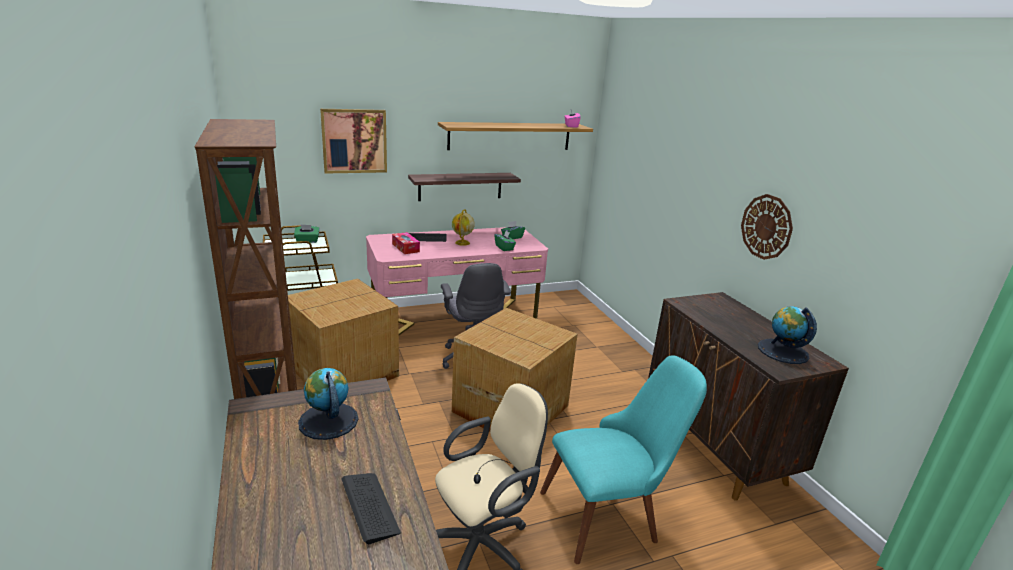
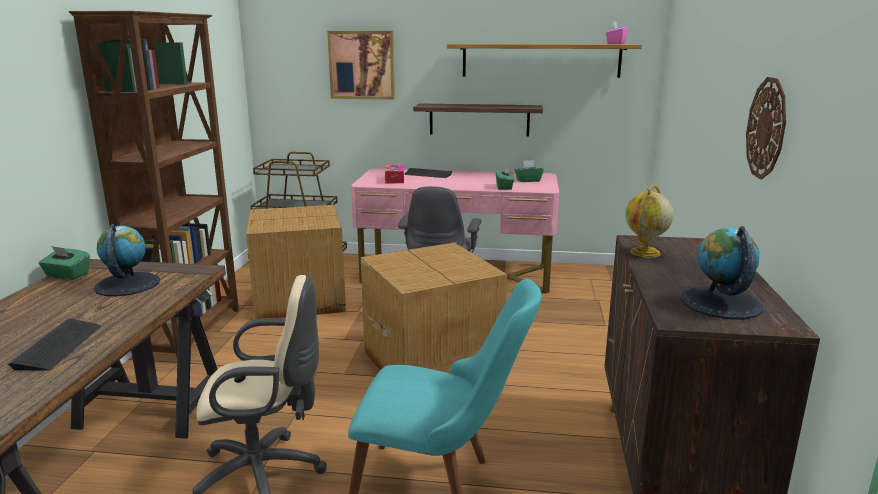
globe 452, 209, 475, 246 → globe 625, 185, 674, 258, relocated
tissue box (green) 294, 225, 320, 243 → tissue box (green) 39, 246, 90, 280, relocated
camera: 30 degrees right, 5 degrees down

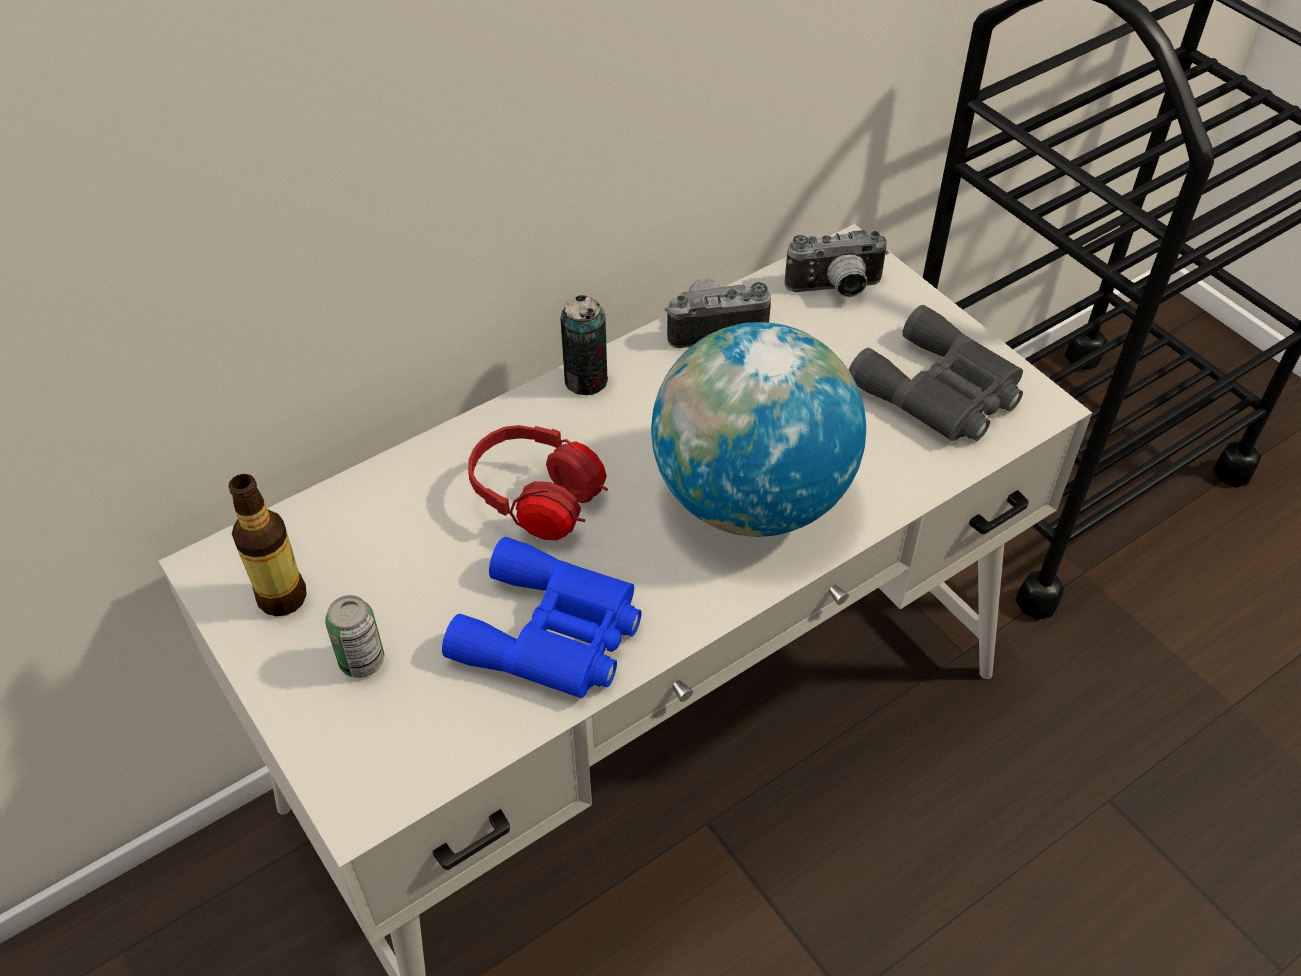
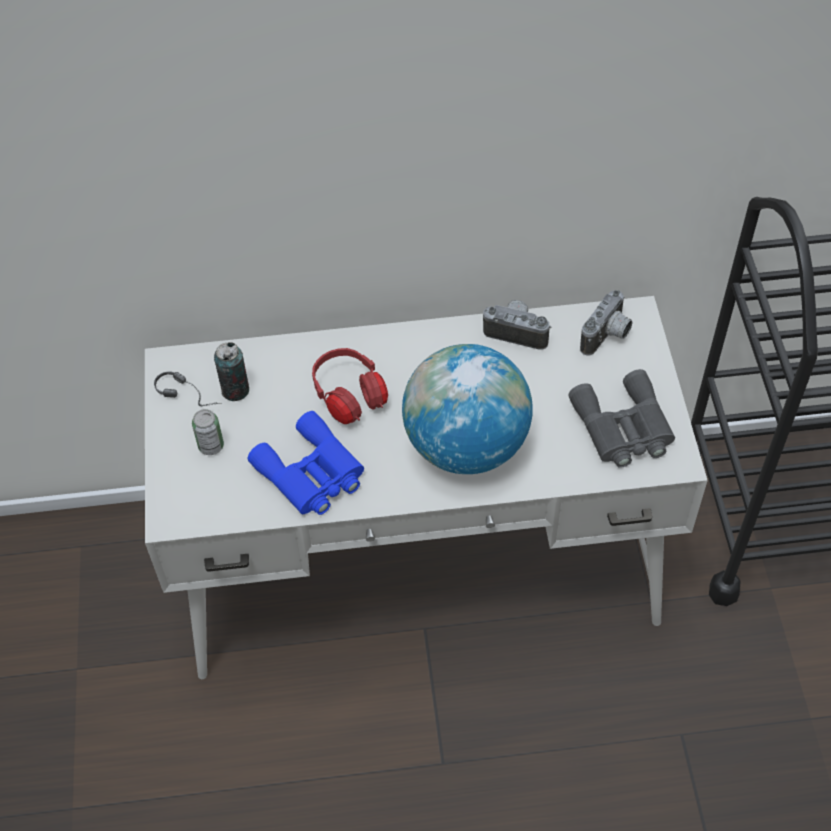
photo camera 784, 230, 889, 298 → photo camera 580, 290, 632, 355, 75 degrees counterclockwise
can 560, 295, 608, 395 → can 214, 342, 249, 401, relocated
bottle 228, 474, 307, 616 → headphones 154, 371, 220, 406
camera: 30 degrees right, 5 degrees up

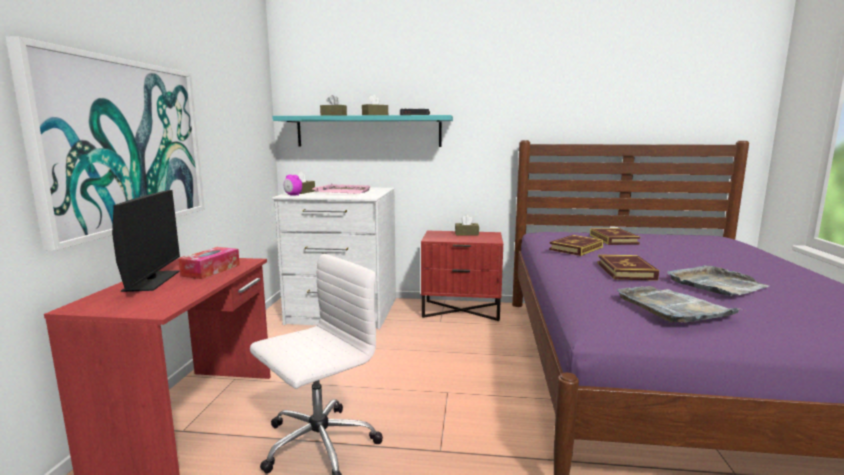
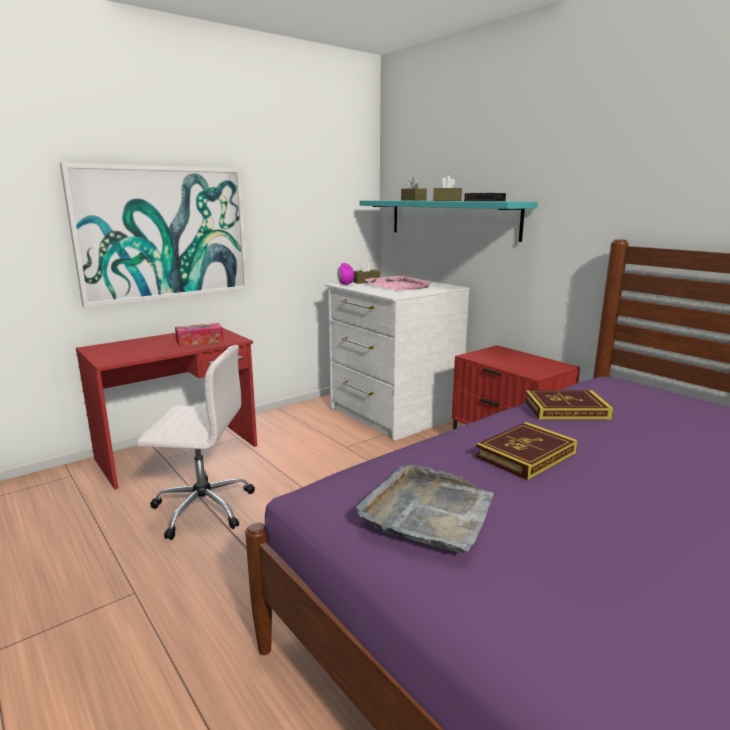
monitor 112, 190, 180, 292 → -
tissue box (brown) 455, 215, 479, 236 → -
book 590, 228, 640, 245 → -
tray (grey) 668, 265, 769, 296 → -
camera: 45 degrees right, 5 degrees up

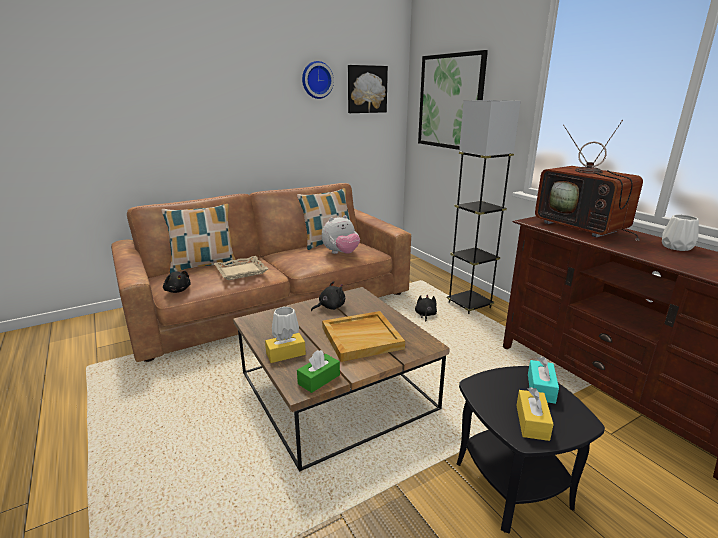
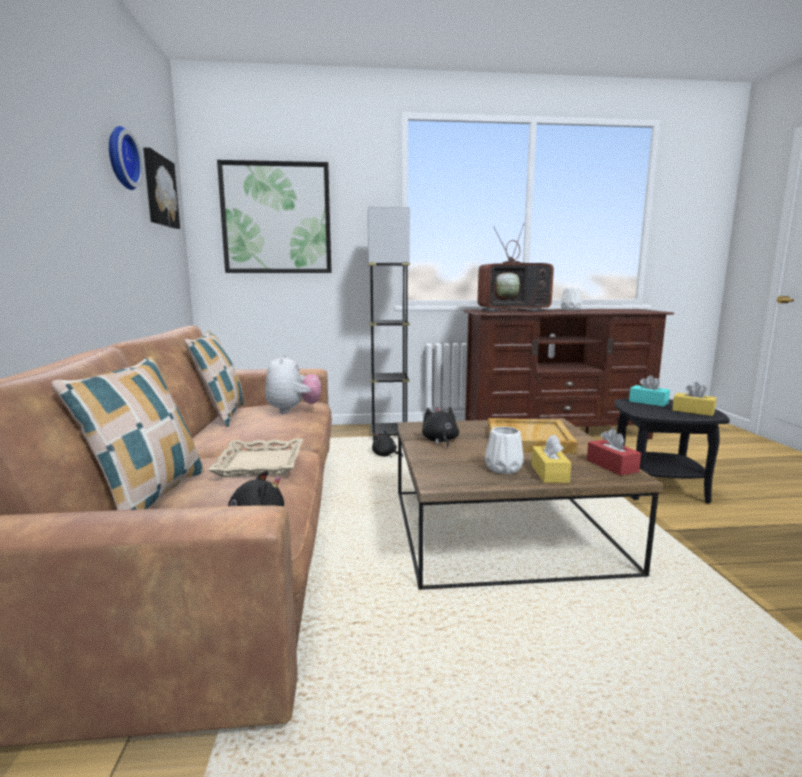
tissue box (green) 297, 350, 340, 393 → tissue box (red) 587, 428, 641, 476
camera: 65 degrees left, 10 degrees down

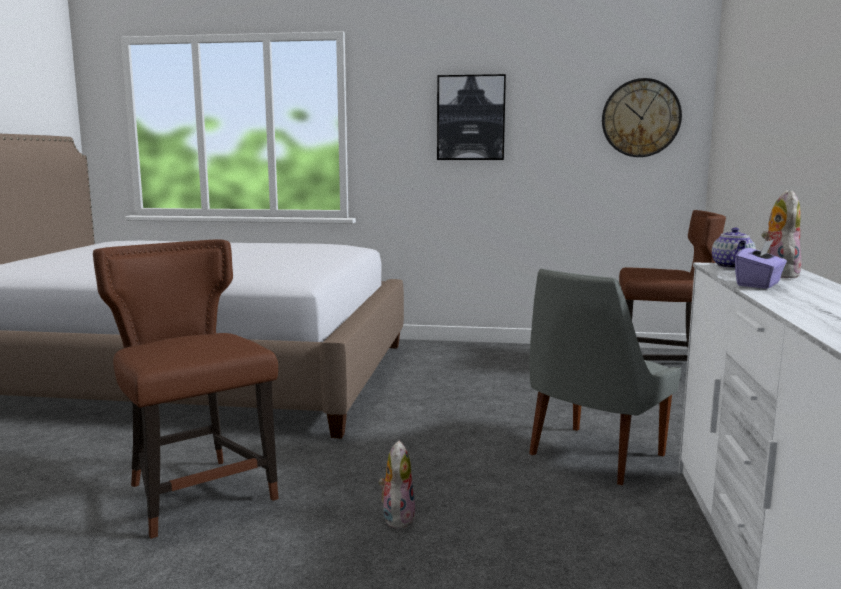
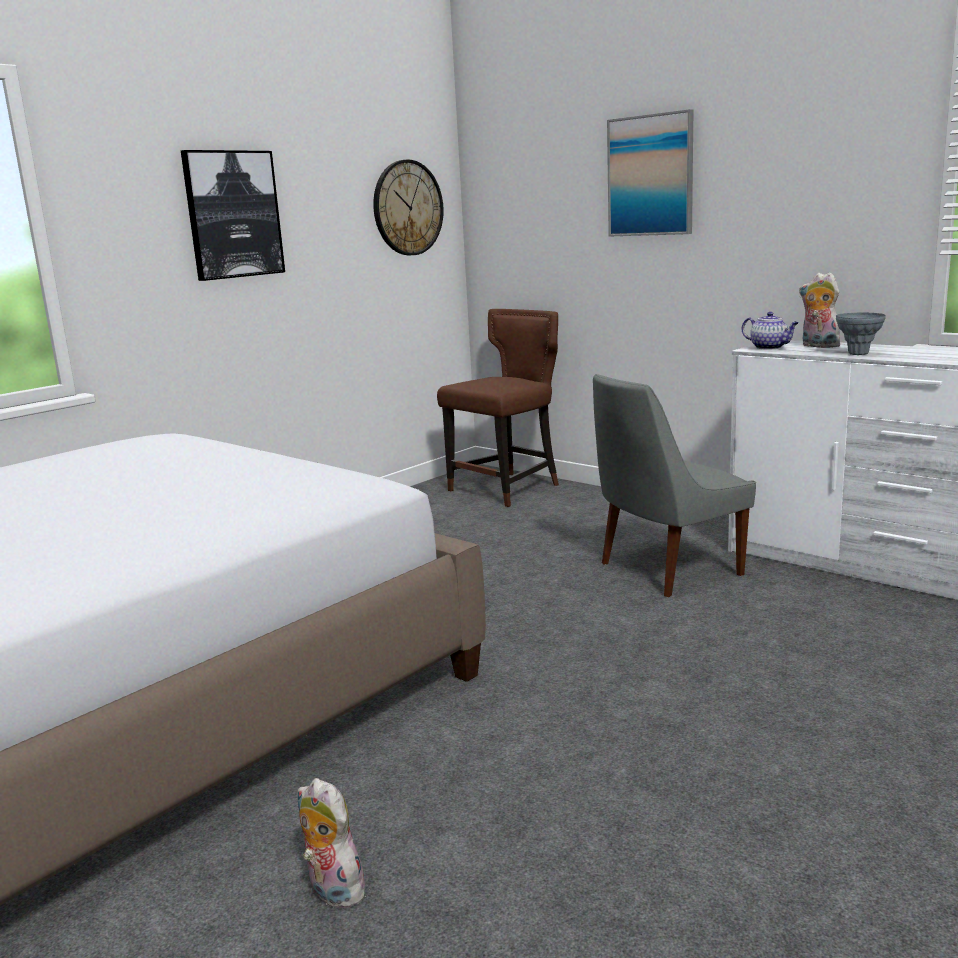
tissue box (purple) 735, 239, 787, 289 → vase (grey) 836, 313, 886, 355
chair (brown) 93, 240, 279, 539 → -
chair (grey) 529, 269, 681, 485 → chair (grey) 593, 374, 756, 597, 75 degrees clockwise
plush toy 378, 440, 415, 529 → plush toy 298, 778, 366, 909, relocated
- → picture 607, 109, 693, 237
camera: 55 degrees left, 5 degrees up

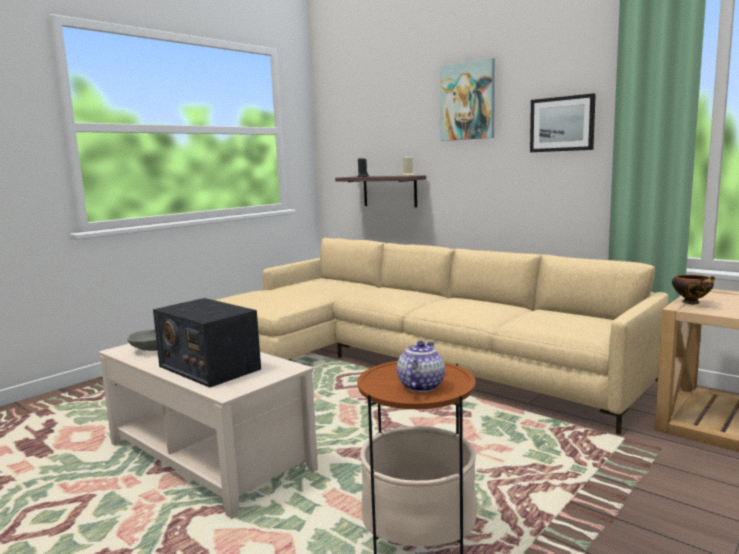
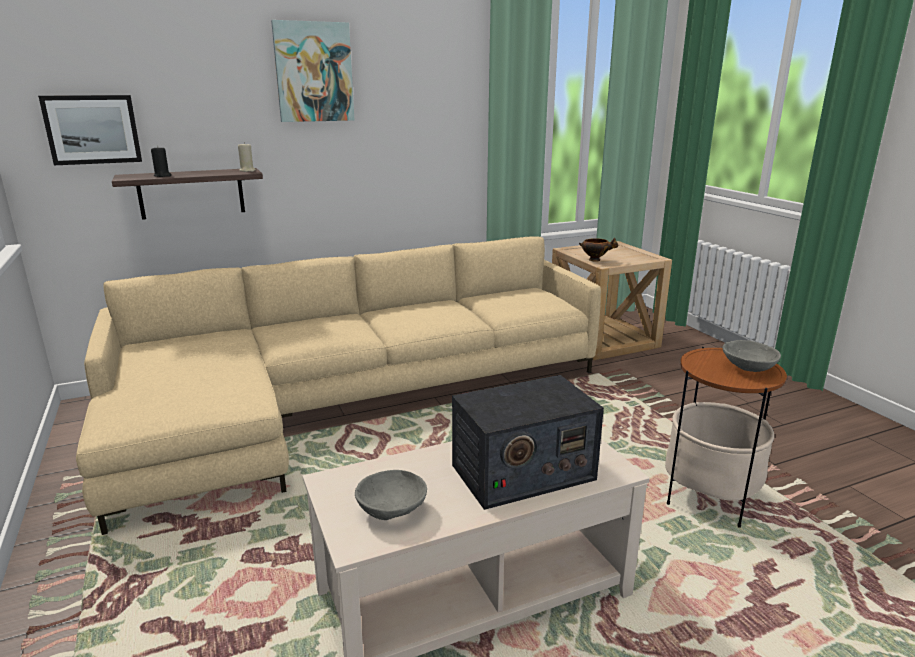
picture 530, 93, 596, 152 → picture 38, 95, 142, 165, relocated
teapot 397, 341, 445, 392 → bowl (grey) 722, 340, 781, 372
camera: 65 degrees left, 10 degrees up

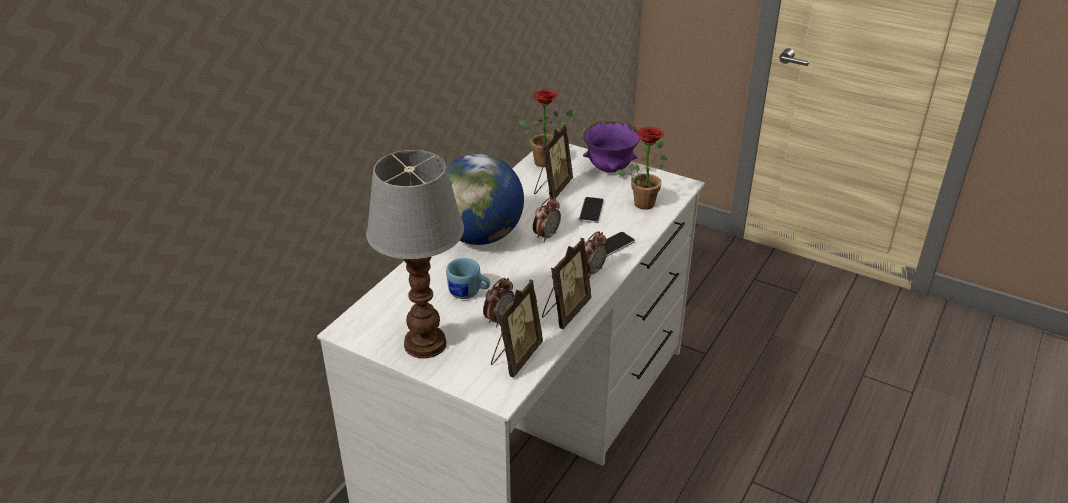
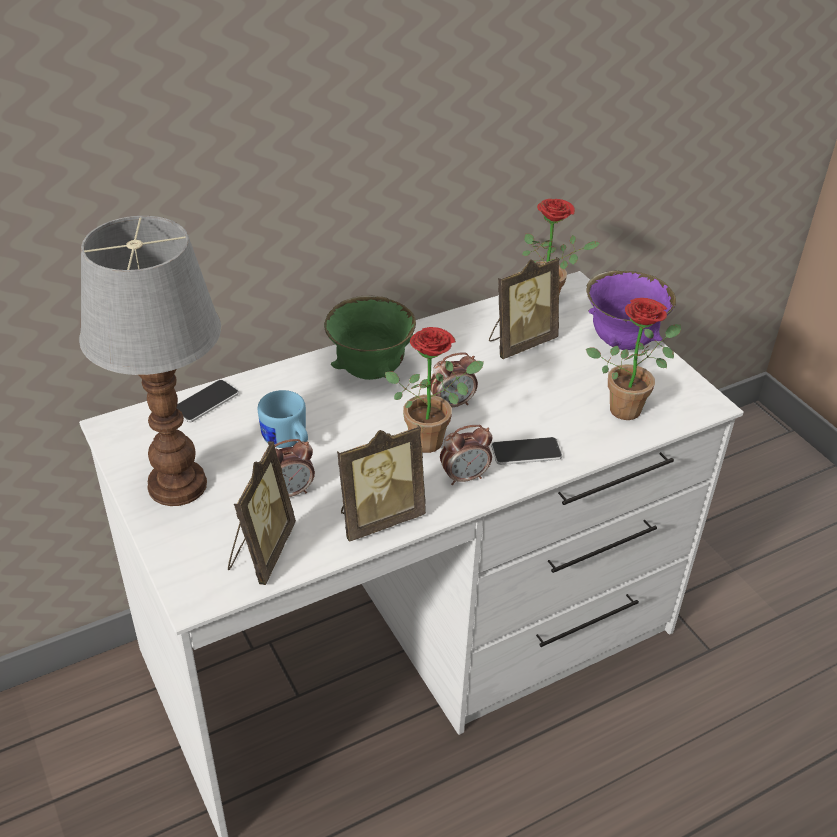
globe 447, 154, 524, 245 → bowl (green) 324, 296, 416, 380
phone 579, 197, 604, 223 → phone 177, 380, 239, 423, relocated
picture frame 491, 280, 543, 377 → picture frame 228, 441, 296, 585, 45 degrees counterclockwise
- → potted plant 385, 327, 484, 453
camera: 30 degrees right, 5 degrees up

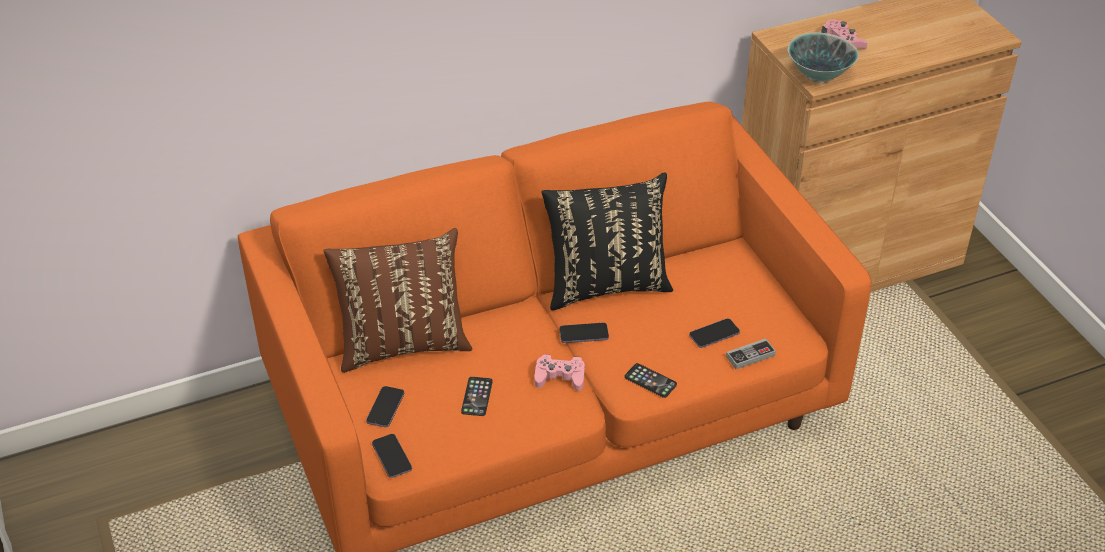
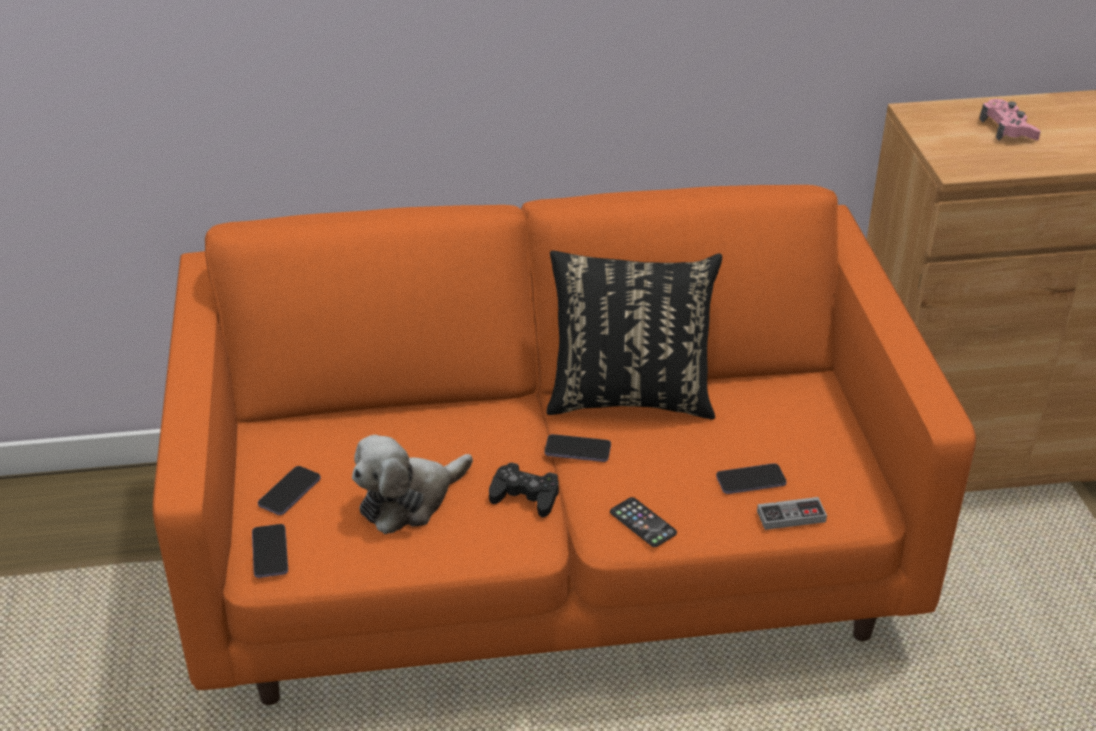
bowl 788, 33, 859, 83 → -
pillow (brown) 324, 228, 472, 373 → -
game controller (pink) 534, 354, 585, 391 → game controller (black) 489, 462, 559, 518
phone 461, 377, 493, 416 → plush toy 352, 435, 473, 534
camera: 15 degrees right, 5 degrees down

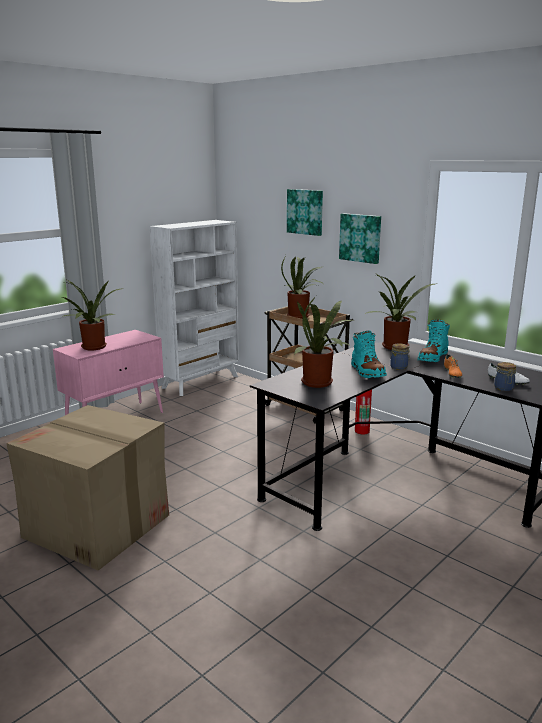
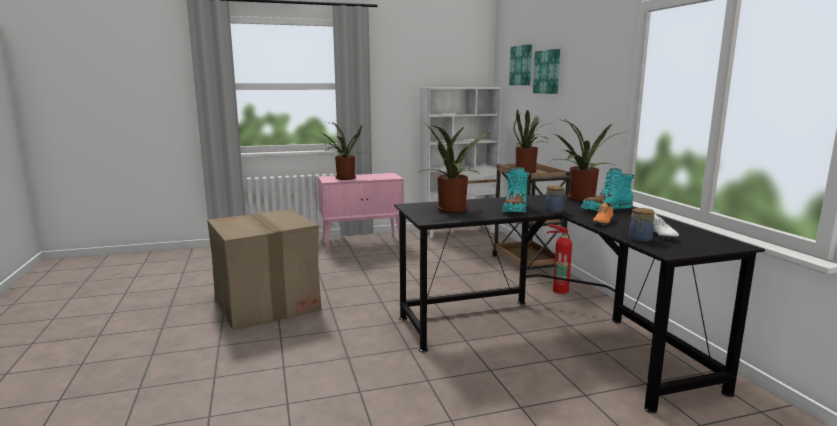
picture 339, 213, 381, 264 → picture 509, 44, 532, 85, relocated
camera: 30 degrees right, 5 degrees down

